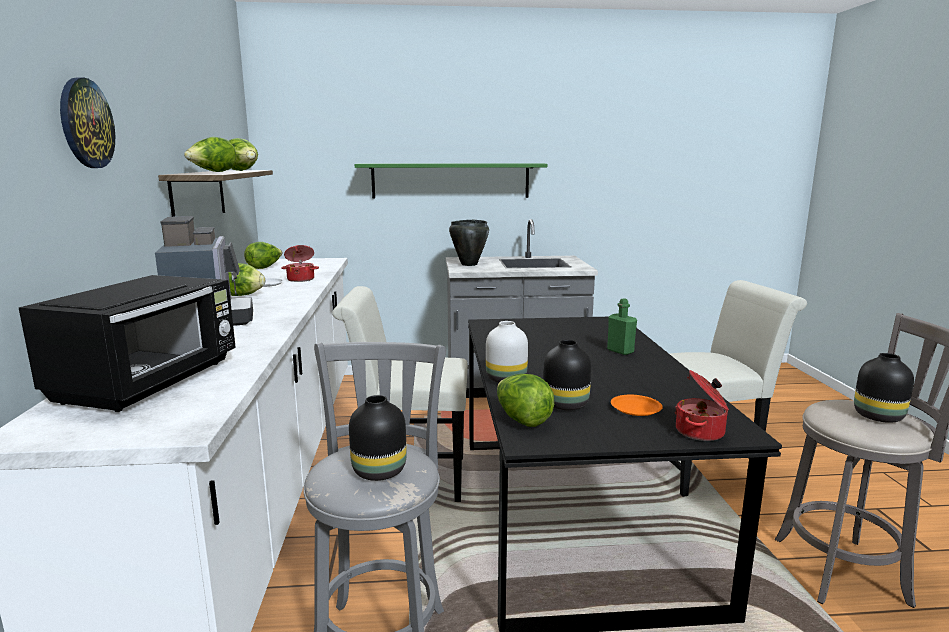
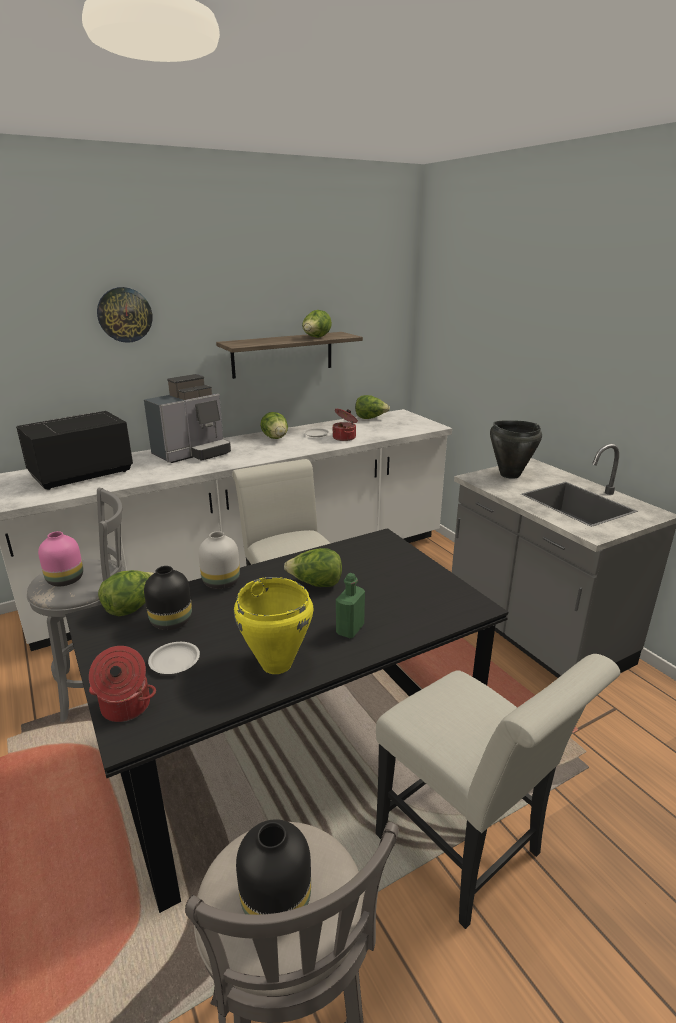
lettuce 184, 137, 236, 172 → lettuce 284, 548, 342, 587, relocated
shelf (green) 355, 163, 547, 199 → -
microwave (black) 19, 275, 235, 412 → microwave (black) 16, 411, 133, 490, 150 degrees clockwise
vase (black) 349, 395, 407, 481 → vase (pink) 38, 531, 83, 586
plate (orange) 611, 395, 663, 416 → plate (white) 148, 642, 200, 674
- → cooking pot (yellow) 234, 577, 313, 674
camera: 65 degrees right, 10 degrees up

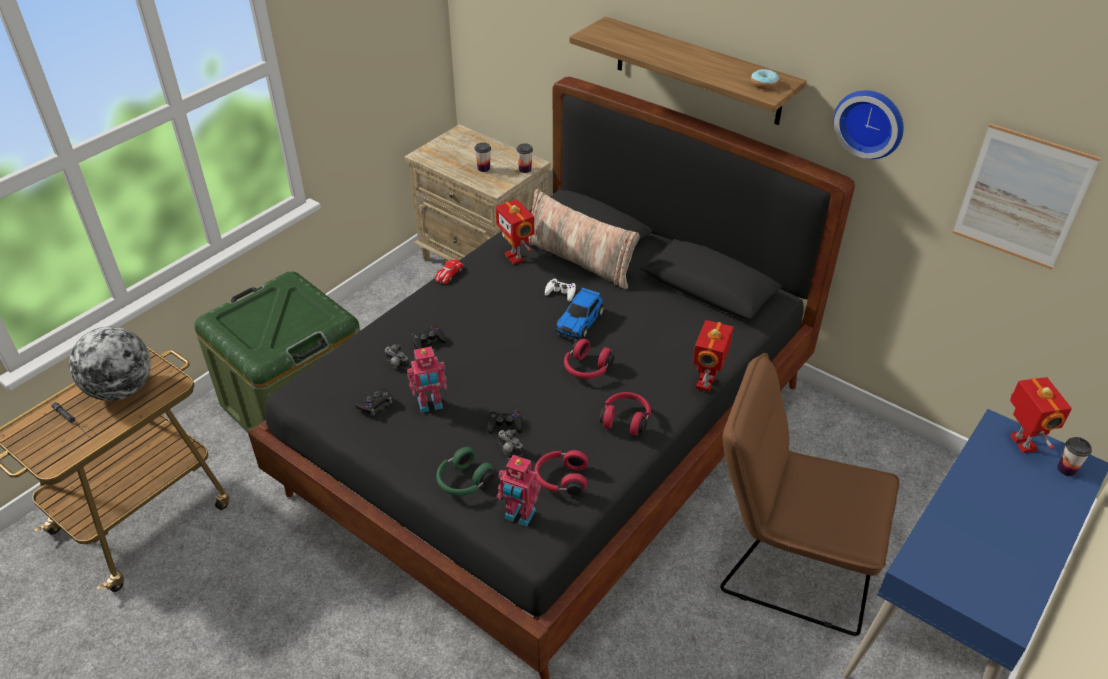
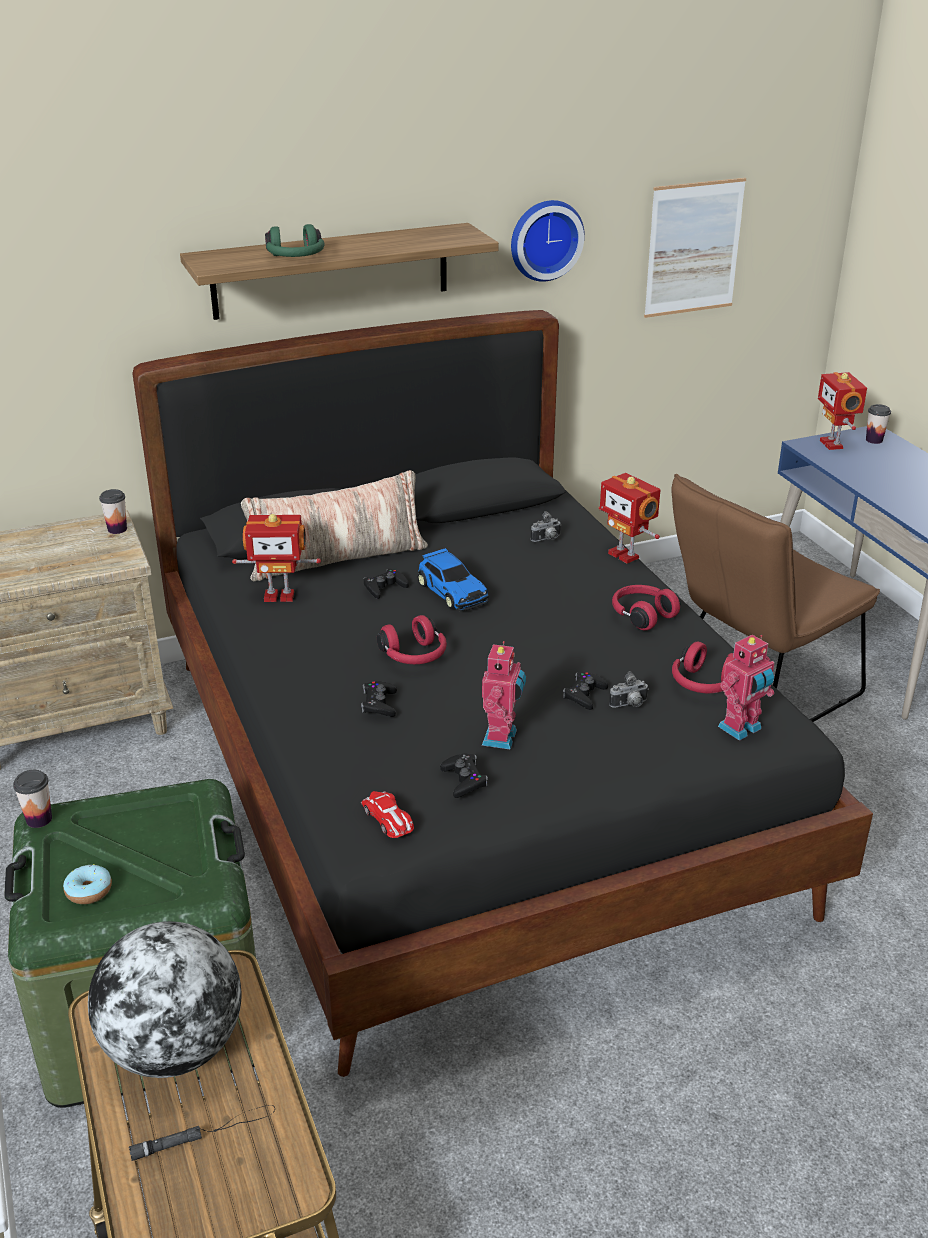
donut 751, 69, 780, 89 → donut 63, 864, 112, 904, relocated
cup 475, 142, 491, 172 → cup 13, 770, 52, 828, relocated
toy car 435, 259, 464, 284 → toy car 361, 791, 414, 838, relocated
game controller (white) 545, 278, 576, 301 → game controller (black) 363, 569, 409, 599
headphones (red) 564, 339, 615, 379 → headphones (red) 377, 615, 447, 664, relocated
photo camera 385, 344, 409, 369 → photo camera 531, 511, 561, 542, relocated
toy robot 1010, 377, 1072, 453 → toy robot 818, 372, 867, 450, 120 degrees counterclockwise
headphones (green) 436, 447, 495, 496 → headphones (green) 265, 224, 325, 257, relocated
camera: 60 degrees left, 10 degrees down

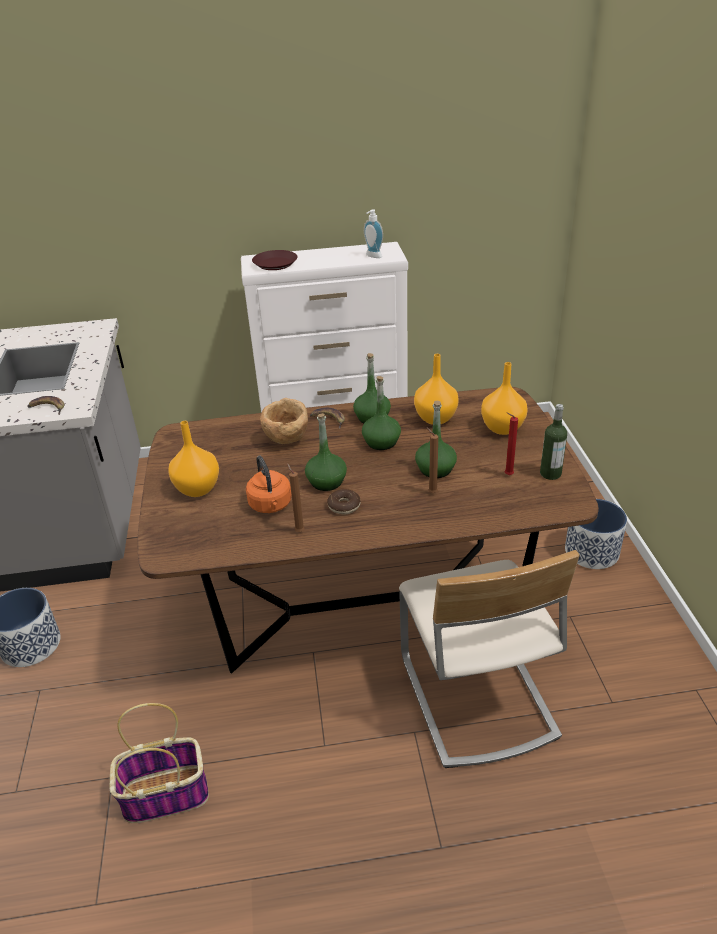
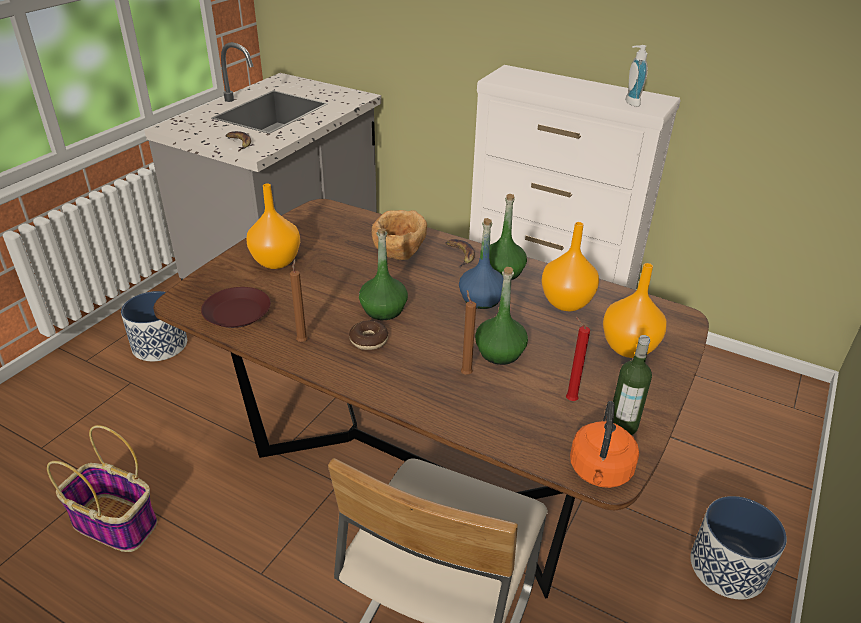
plate (brown) 252, 250, 298, 270 → plate (brown) 201, 287, 271, 328, relocated
bottle (green) 362, 376, 401, 450 → bottle (blue) 459, 218, 504, 309
kettle (orange) 246, 456, 292, 513 → kettle (orange) 570, 401, 639, 488, relocated
camera: 35 degrees right, 0 degrees up

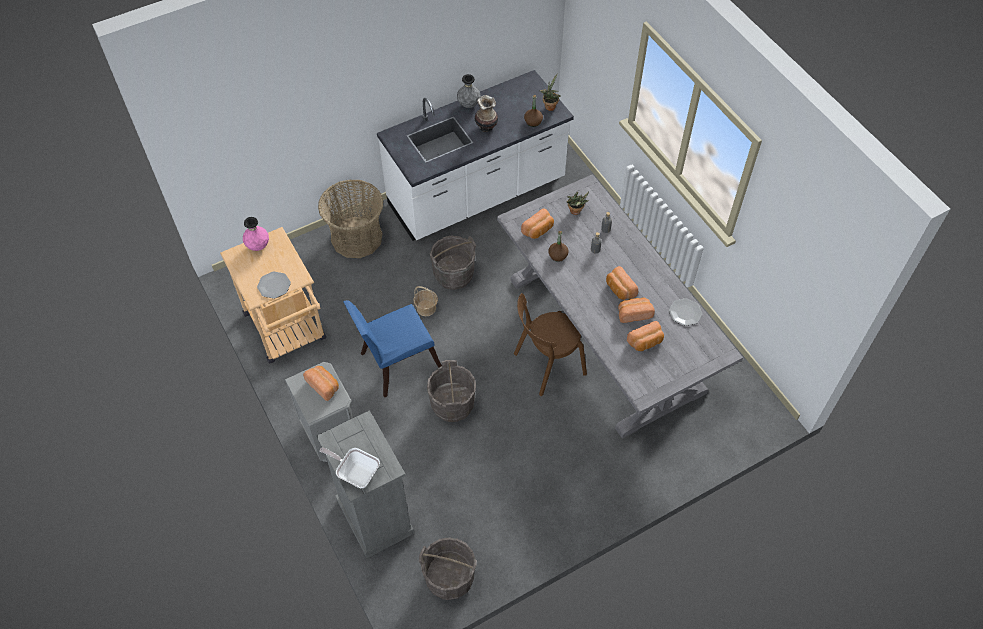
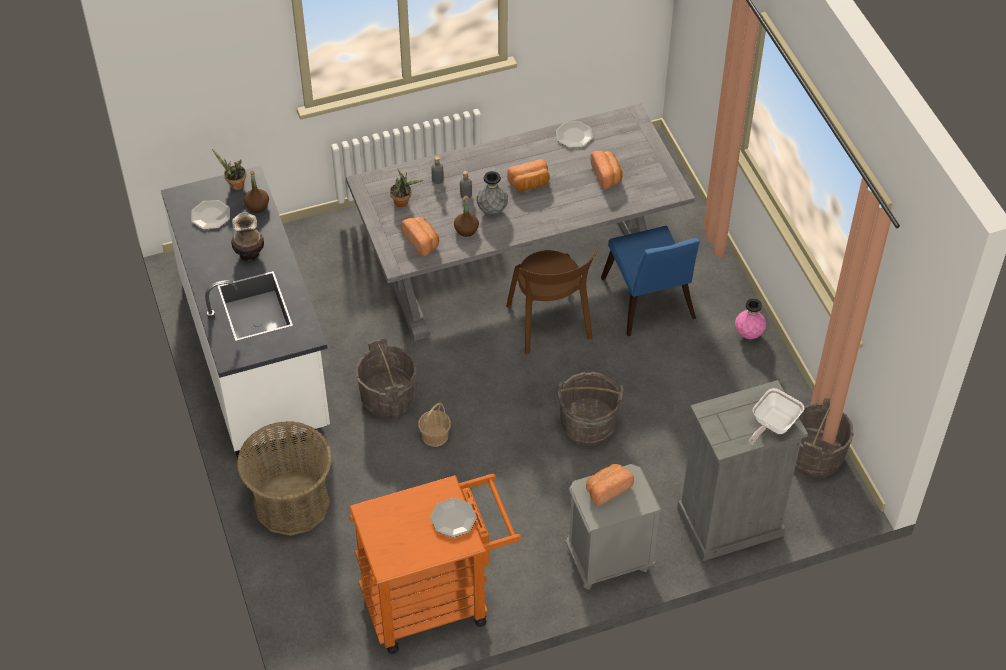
vase (grey) 457, 74, 481, 108 → vase (grey) 476, 171, 508, 215, relocated
vase (pink) 243, 217, 269, 251 → vase (pink) 735, 299, 766, 339, relocated
cart (beige) 220, 227, 326, 364 → cart (orange) 349, 474, 521, 654
bread 618, 298, 655, 323 → -
chair (blue) 343, 300, 442, 398 → chair (blue) 601, 225, 700, 336, relocated
- → plate 191, 200, 230, 229
camera: 80 degrees left, 5 degrees down

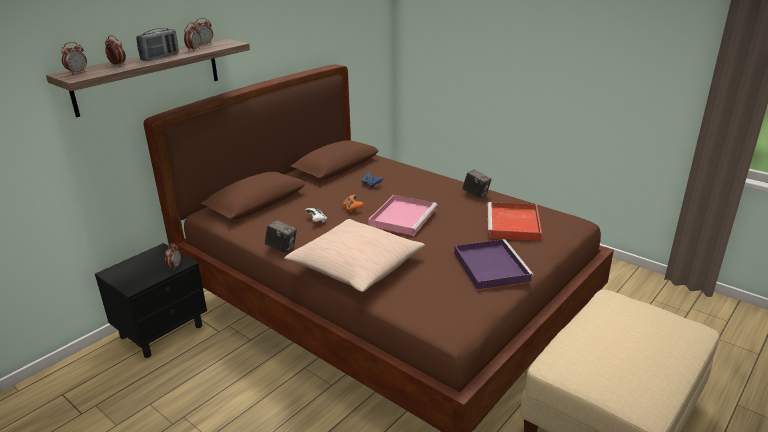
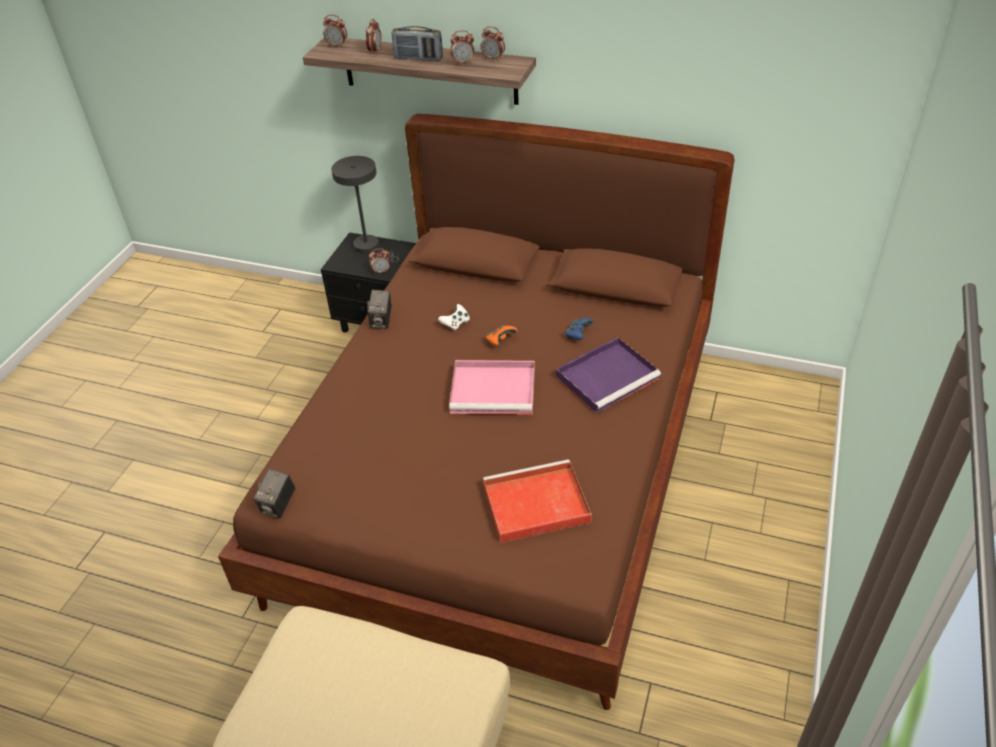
photo camera 462, 170, 492, 198 → photo camera 254, 469, 296, 518, relocated
pillow (beige) 284, 219, 425, 292 → -
tray (purple) 454, 239, 534, 290 → tray (purple) 556, 337, 661, 413, relocated
- → table lamp (grey) 331, 156, 399, 263
camera: 70 degrees right, 15 degrees up

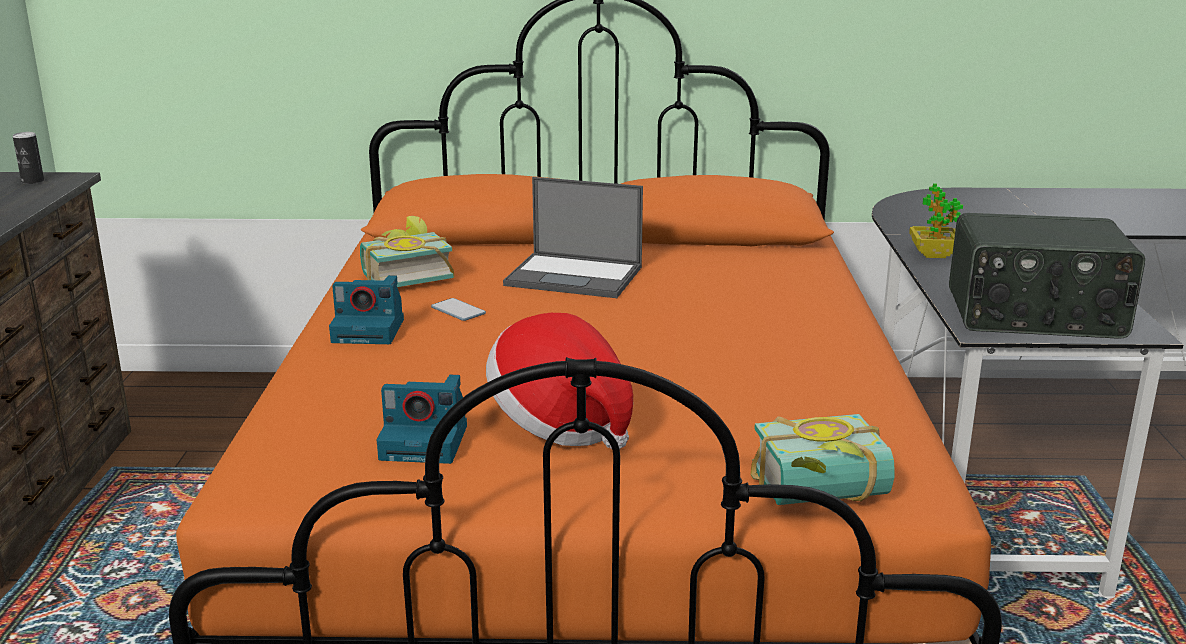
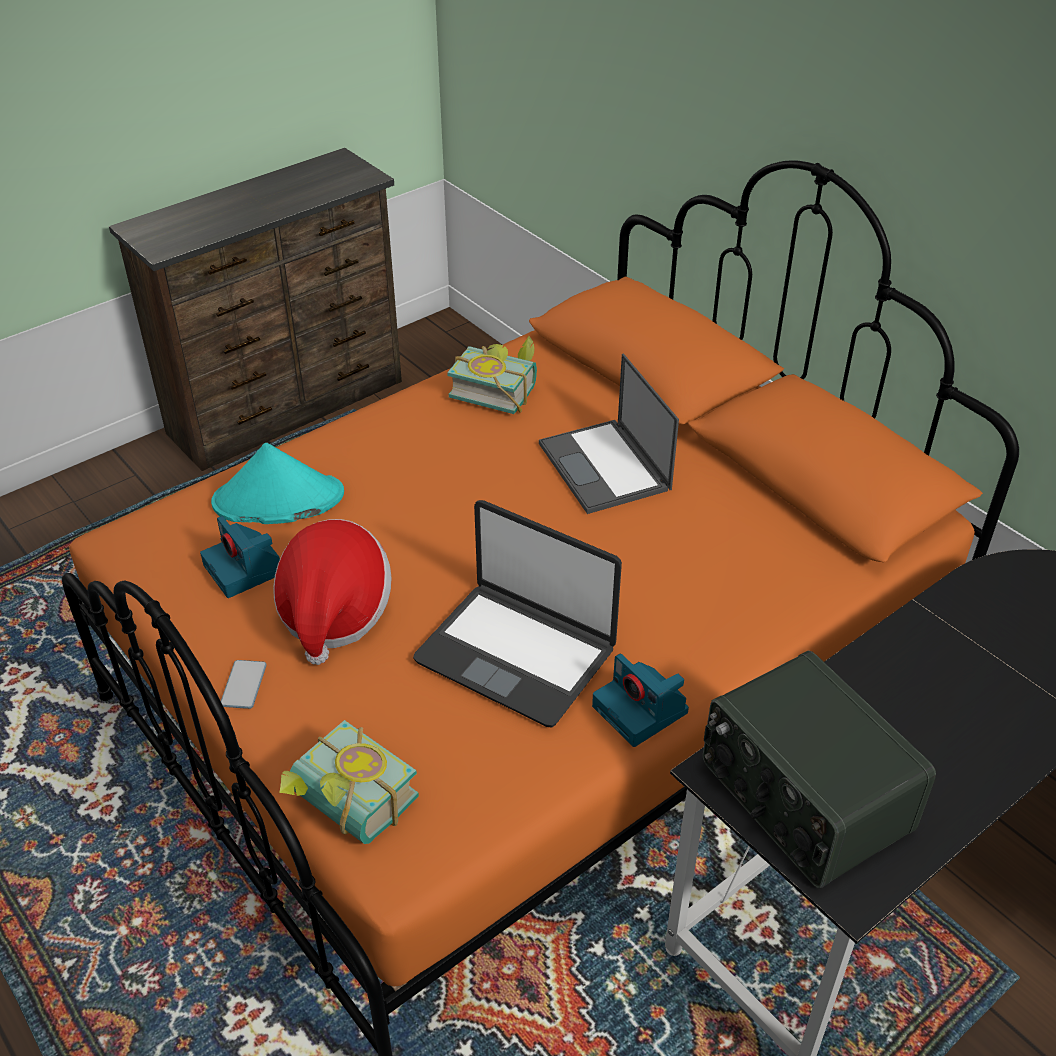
can 13, 132, 44, 184 → -
potted plant 909, 183, 963, 258 → -
photo camera 329, 275, 404, 344 → photo camera 592, 653, 689, 747, relocated
phone 431, 298, 486, 321 → phone 221, 660, 267, 709, relocated
- → hat (turquoise) 211, 443, 344, 524
- → laptop 413, 500, 622, 728
camera: 50 degrees right, 20 degrees up

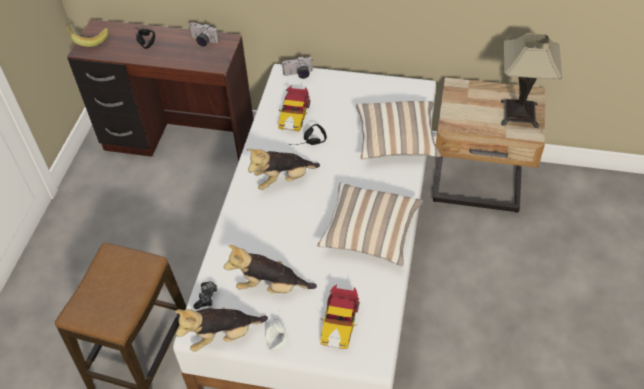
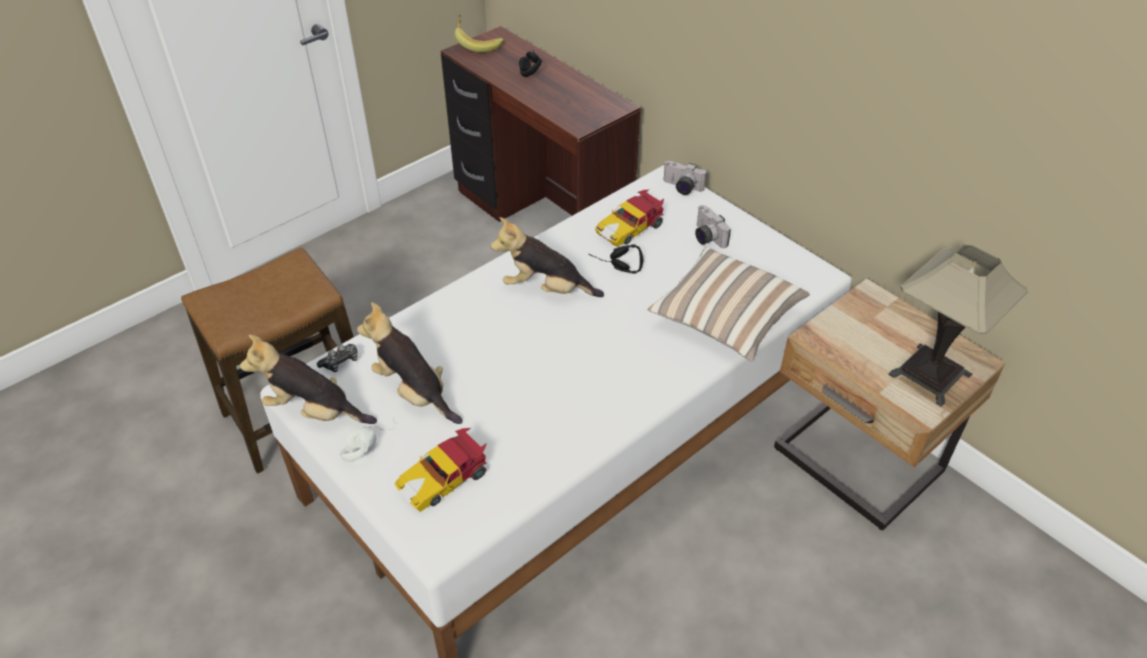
photo camera 188, 22, 219, 46 → photo camera 695, 205, 731, 248, relocated
pillow 317, 182, 423, 266 → -
camera: 35 degrees right, 5 degrees down

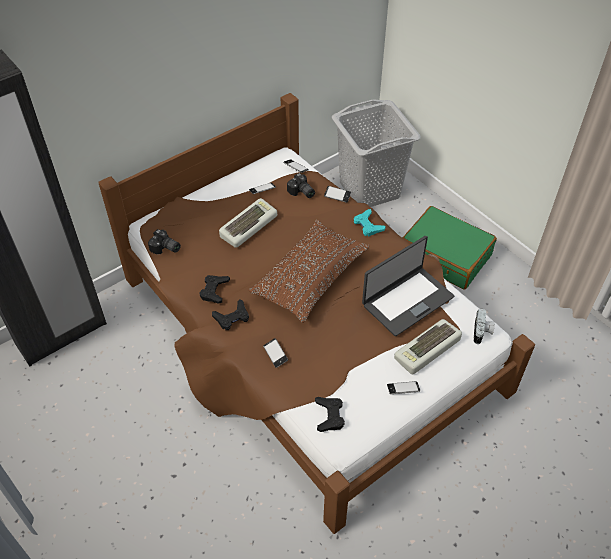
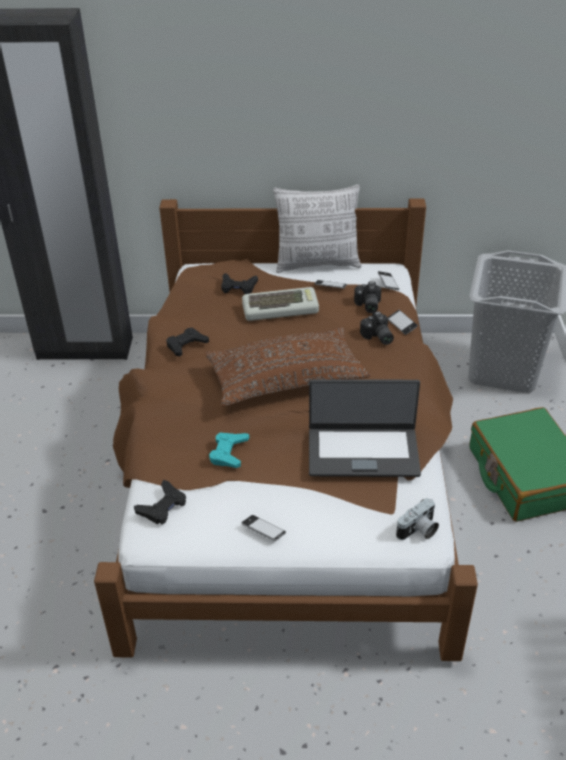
game controller (turquoise) 354, 209, 386, 236 → game controller (turquoise) 209, 433, 249, 468, relocated
photo camera 148, 229, 181, 254 → photo camera 360, 311, 394, 345, relocated
game controller (black) 212, 299, 249, 330 → game controller (black) 221, 273, 258, 294, relocated
keyboard 394, 319, 462, 374 → -
phone 263, 338, 288, 368 → -
- → pillow 273, 185, 361, 273
camera: 40 degrees right, 10 degrees down

